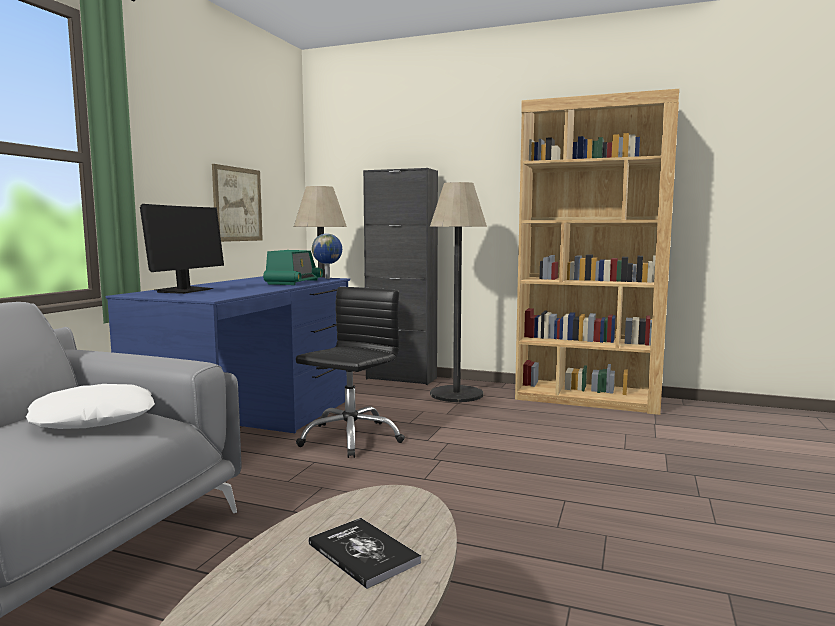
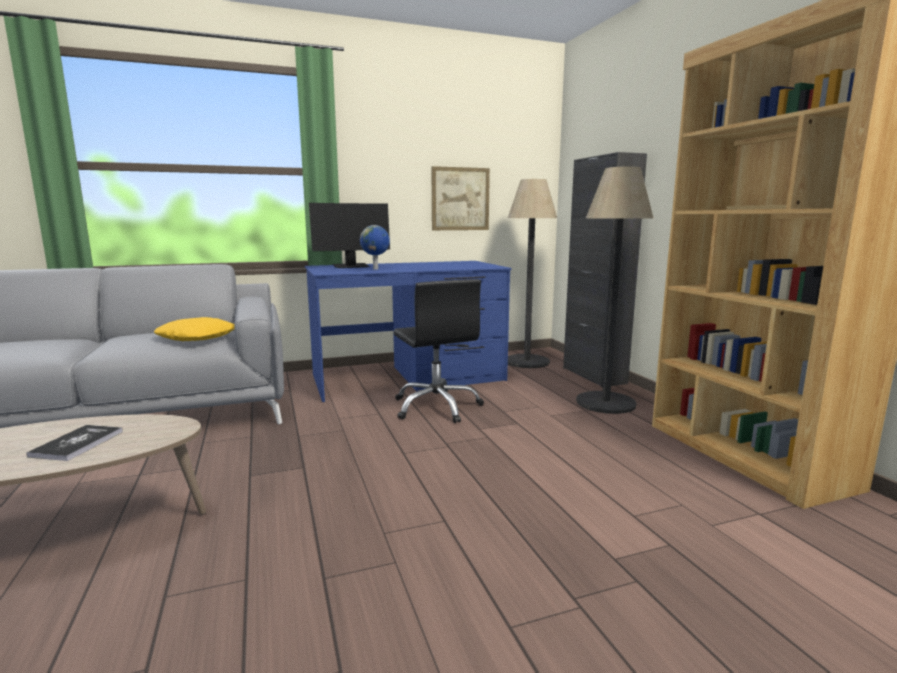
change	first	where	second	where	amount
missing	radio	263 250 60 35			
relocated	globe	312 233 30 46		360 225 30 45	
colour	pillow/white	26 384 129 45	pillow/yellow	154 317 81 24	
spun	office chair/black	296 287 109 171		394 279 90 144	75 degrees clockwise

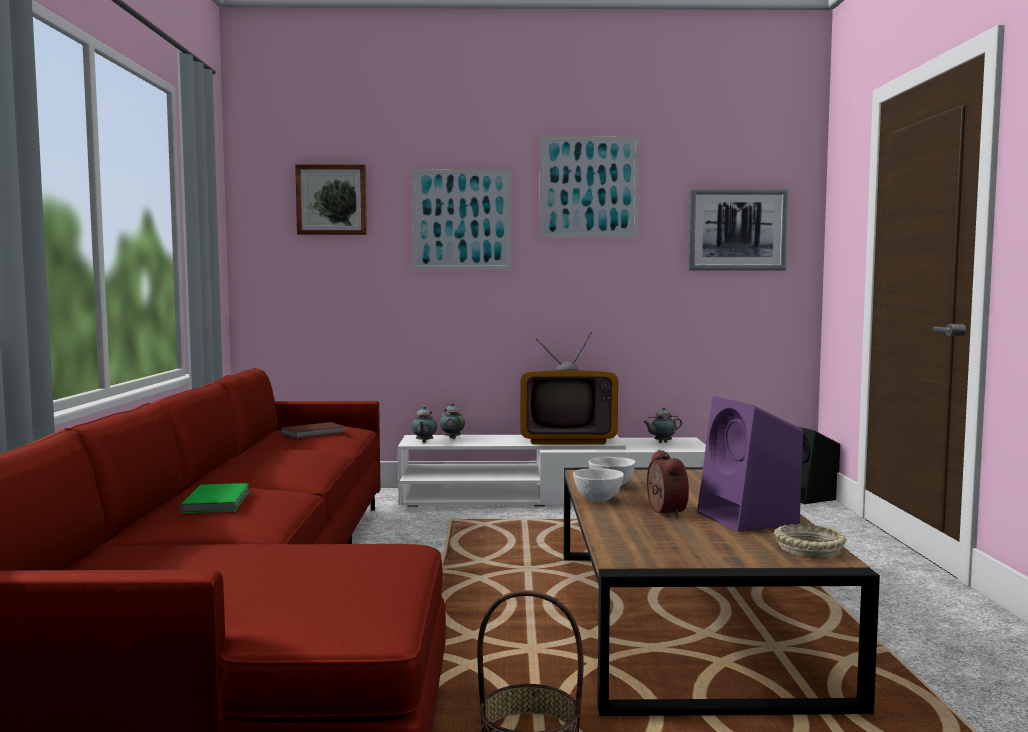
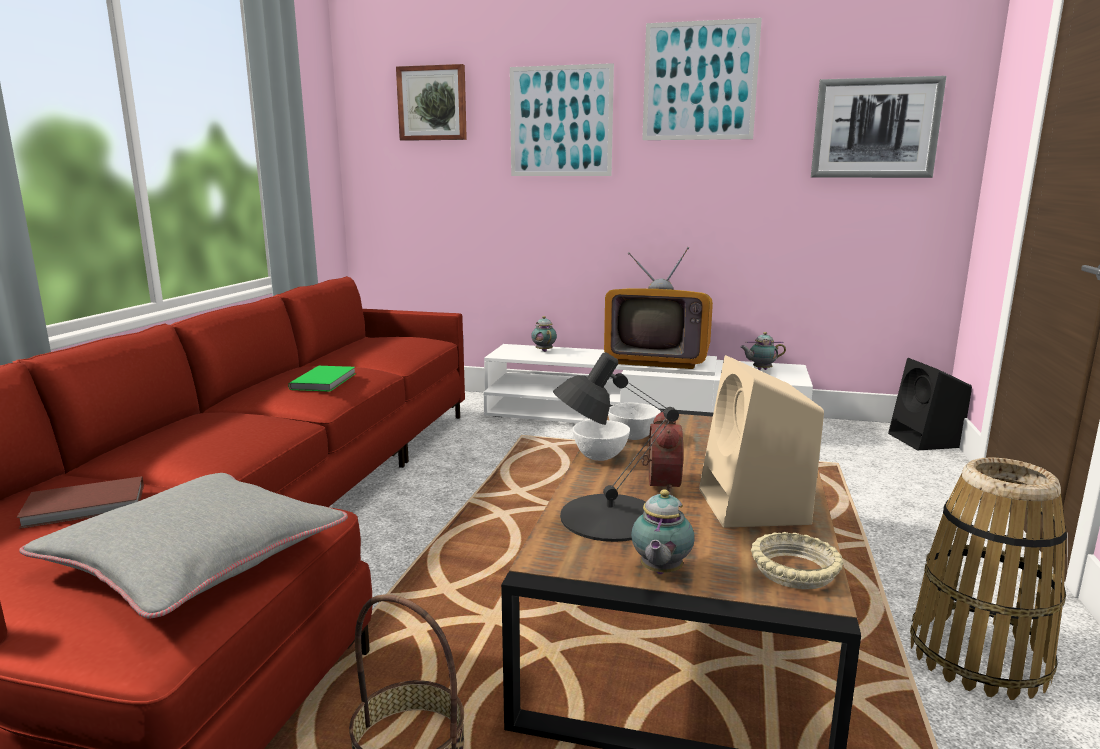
change	first	where	second	where	amount
appeared			pillow/grey	19 473 329 146	
appeared			table lamp/black	553 352 126 190	
appeared			basket	910 457 157 243	
relocated	book/green	179 483 71 30		288 366 68 26	
relocated	book/brown	281 422 65 17		17 476 127 53	
relocated	teapot	411 406 26 37		631 489 64 85	
colour	speaker/purple	697 396 106 136	speaker/beige	699 355 125 173	

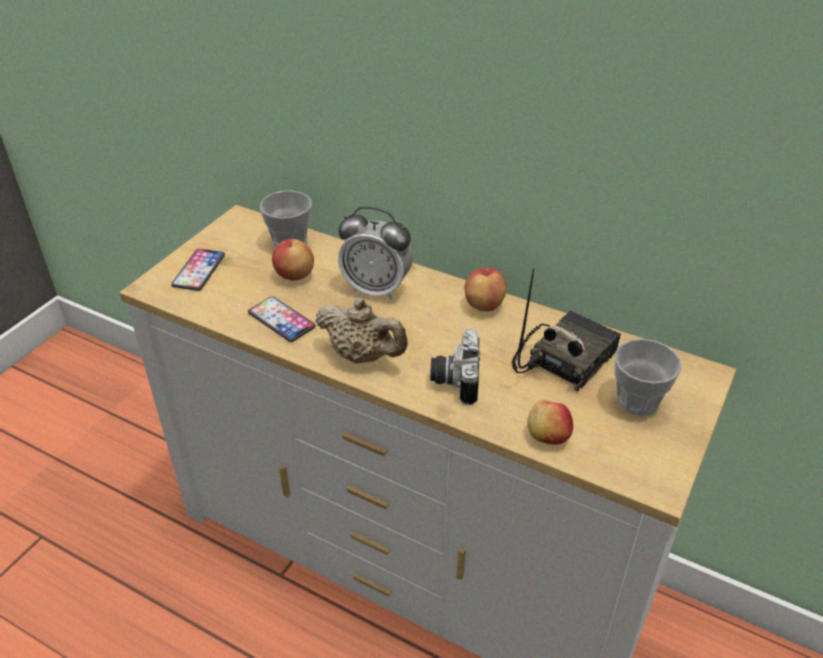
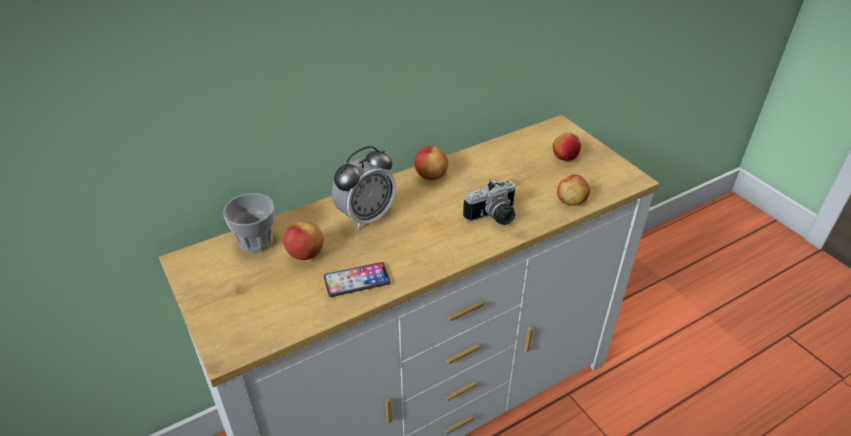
change	first	where	second	where	amount
missing	phone	171 249 54 42			
missing	teapot/beige	316 297 92 67			
missing	radio	512 268 109 123			
exchanged	cup	614 339 67 77	apple	553 132 28 29	
spun	photo camera	430 329 50 76		463 178 53 47	60 degrees counterclockwise

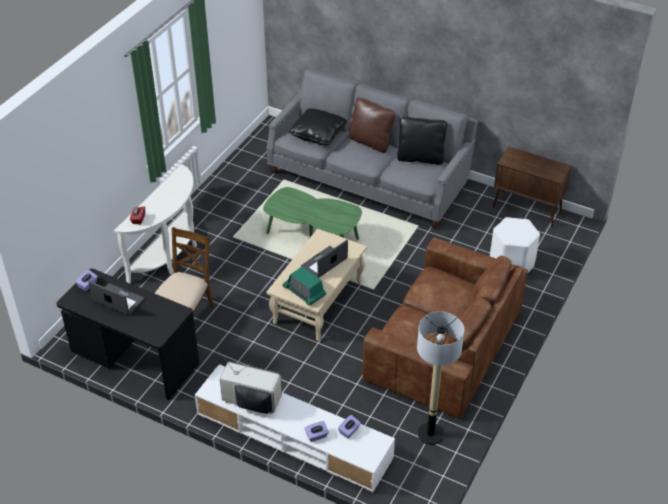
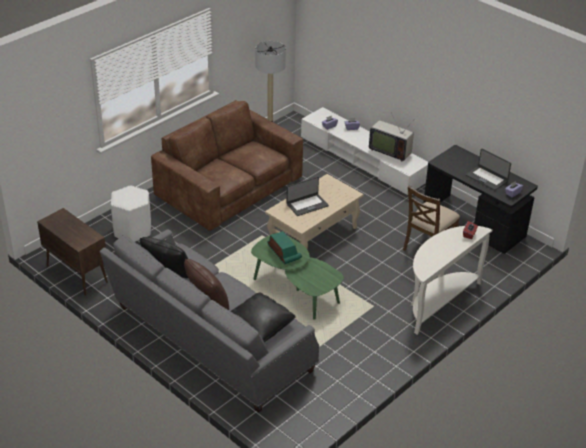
change	first	where	second	where	amount
relocated	radio	283 267 43 39		268 231 34 33	

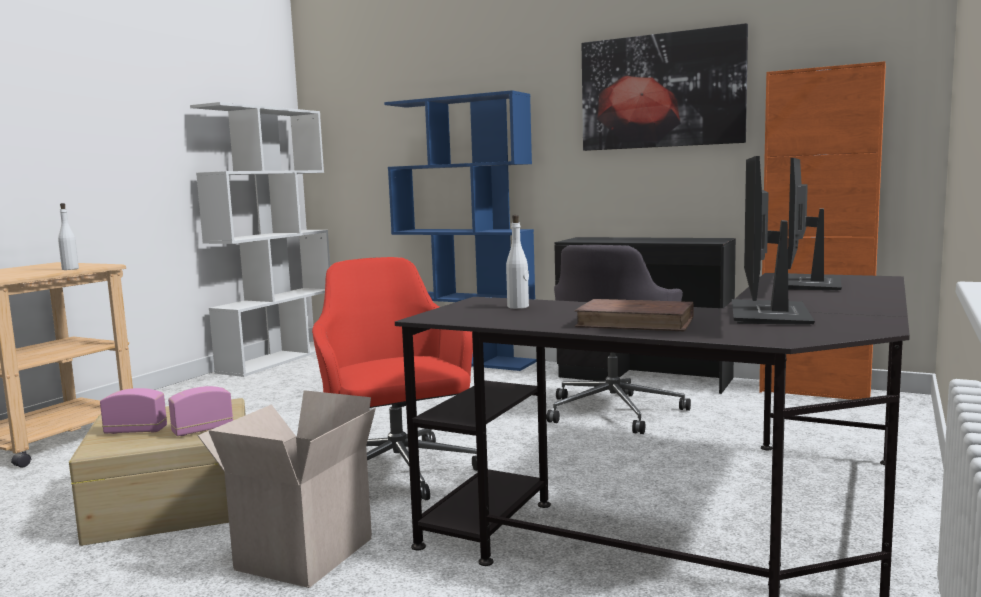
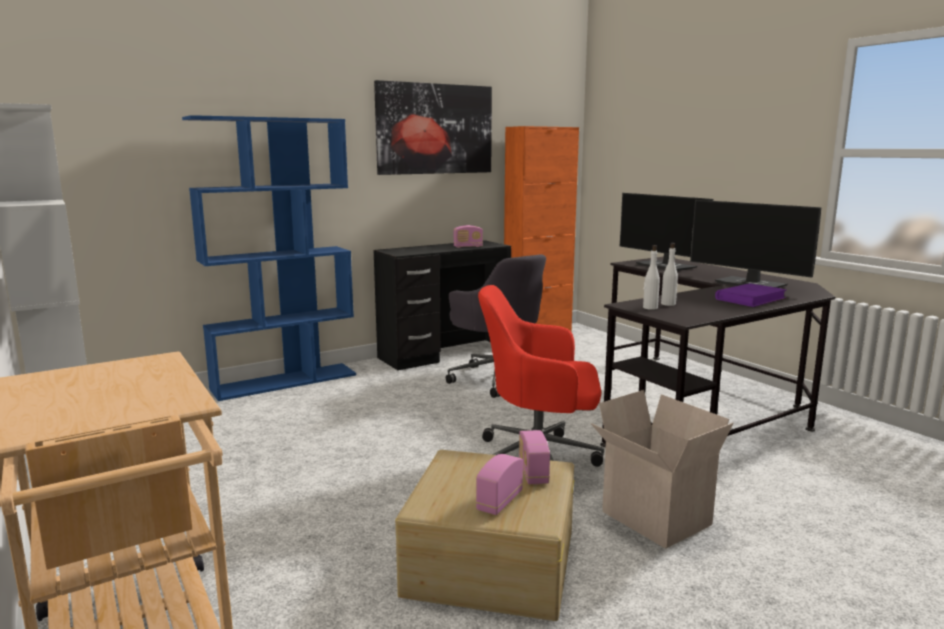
change	first	where	second	where	amount
appeared			radio	453 225 30 23	
relocated	bottle/white	58 203 21 67		643 245 17 65	
colour	book/brown	575 299 119 32	book/purple	715 283 72 24	

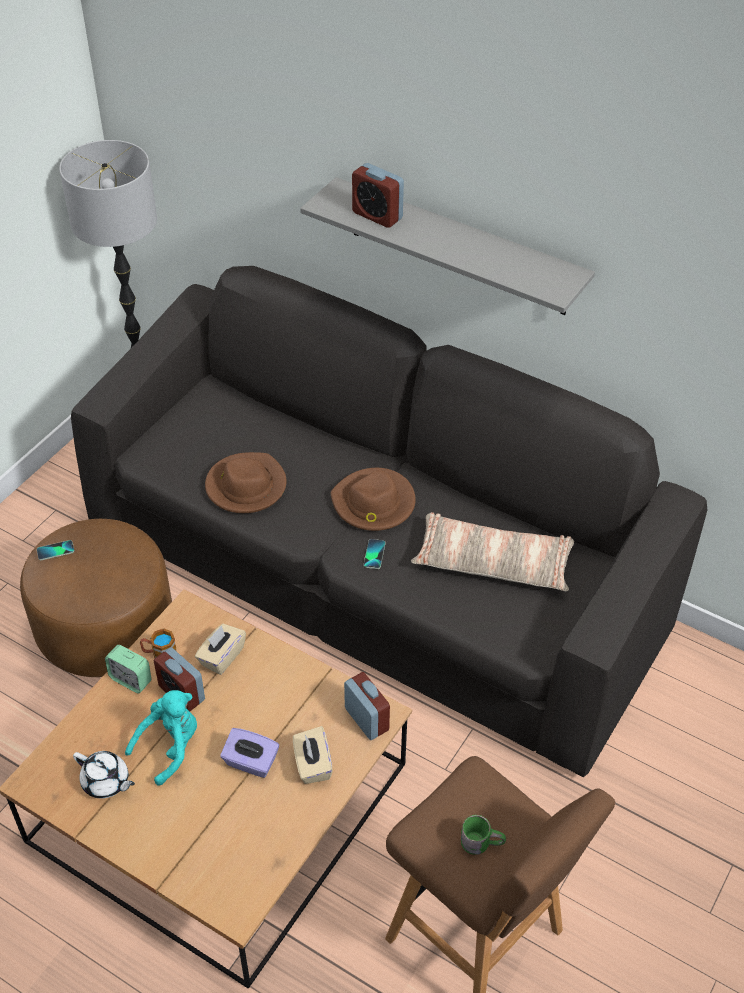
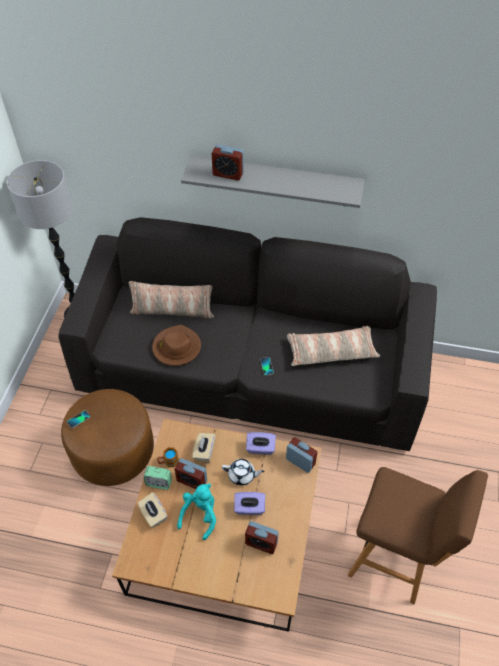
change	first	where	second	where	amount
missing	hat/brown	331 468 85 63			
missing	mug/green	461 815 45 40			
appeared			pillow	129 281 85 38	
appeared			alarm clock	245 521 34 33	
appeared			tissue box/purple	246 432 30 23	
relocated	teapot/white	73 751 62 47		222 459 42 26	
relocated	tissue box/beige	293 726 40 58		138 492 30 36	

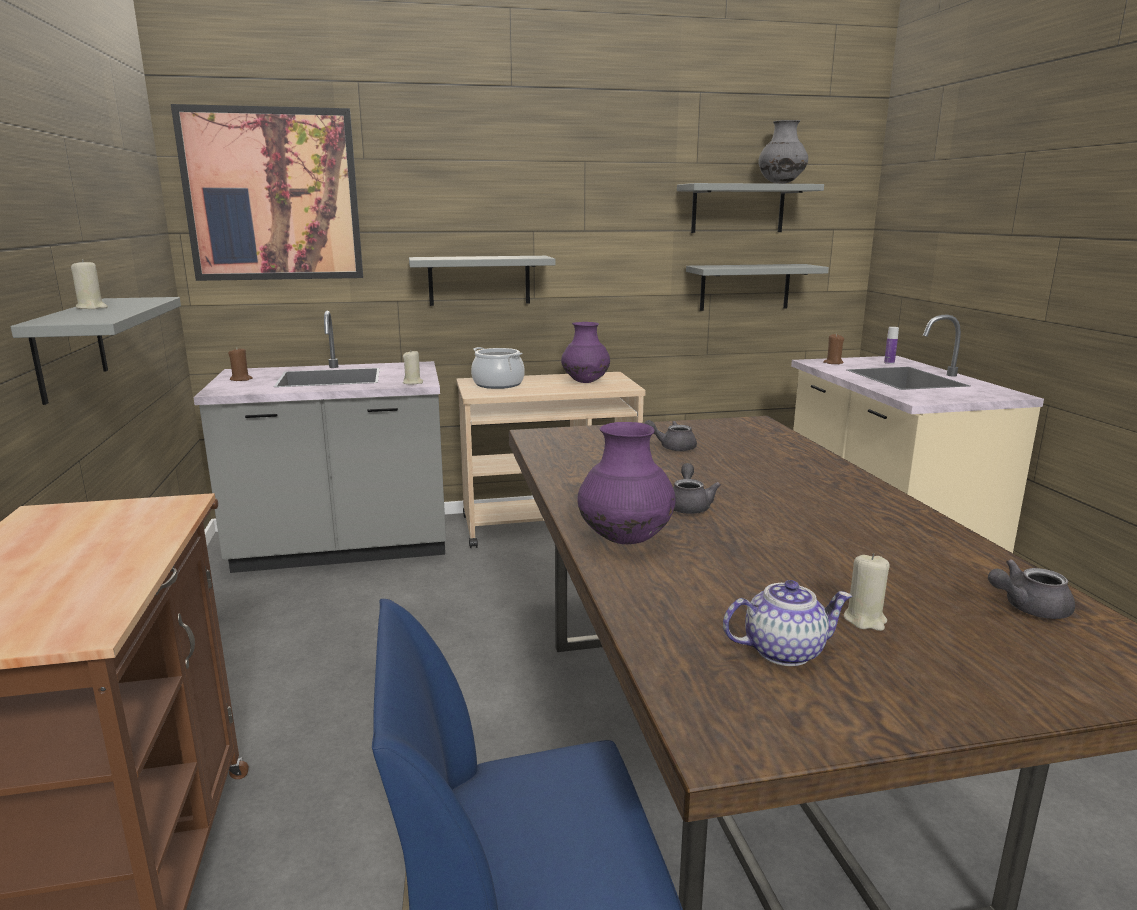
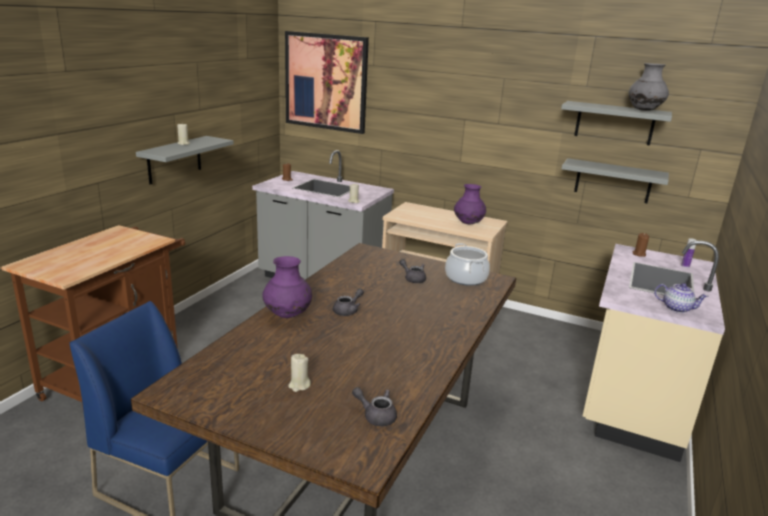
change	first	where	second	where	amount
missing	shelf/grey	409 256 147 50			
relocated	cooking pot	471 347 53 42		445 243 45 43	
relocated	teapot	723 580 130 86		654 283 55 30	

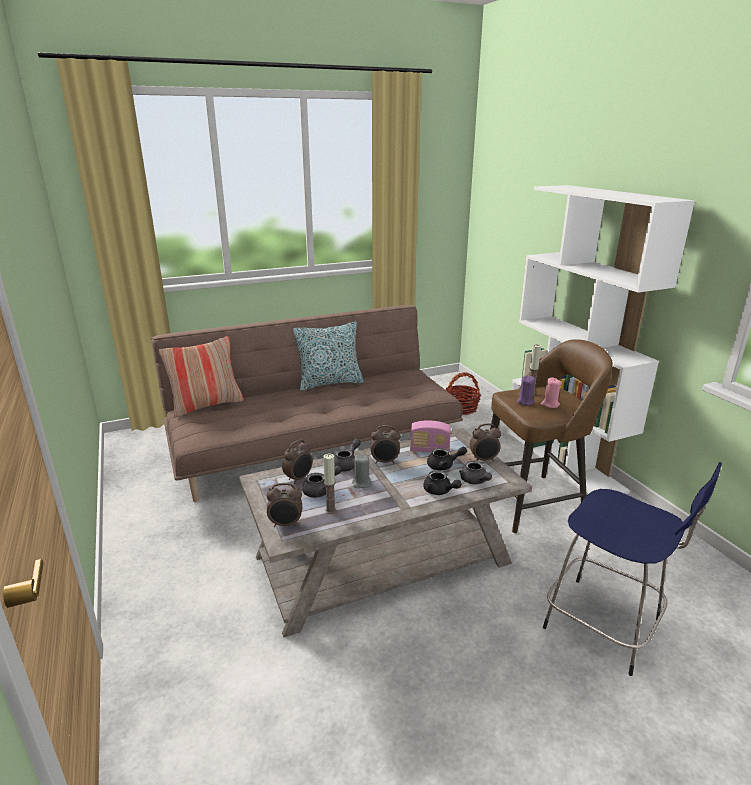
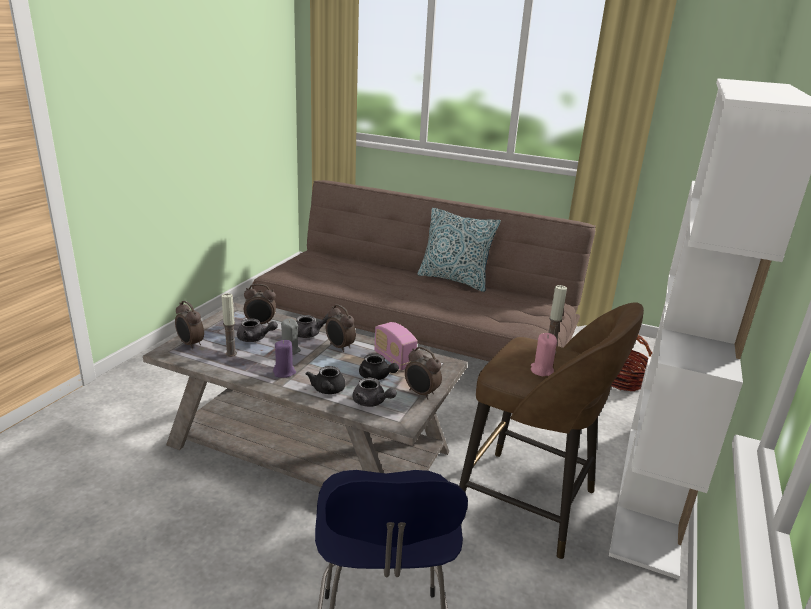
change	first	where	second	where	amount
missing	pillow	159 336 85 82			
relocated	candle/purple	517 376 18 29		273 340 23 38	
spun	teapot/grey	459 461 33 23		353 377 44 30	75 degrees counterclockwise

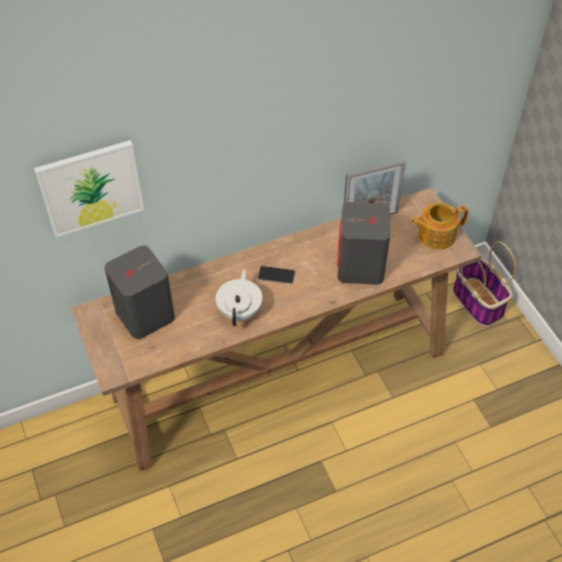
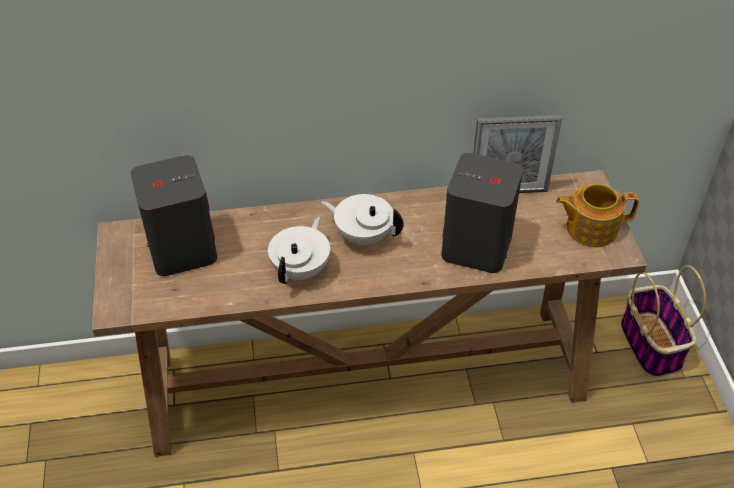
change	first	where	second	where	amount
missing	picture	34 140 110 98			
exchanged	phone	258 266 37 18	teapot/white	321 194 83 52	

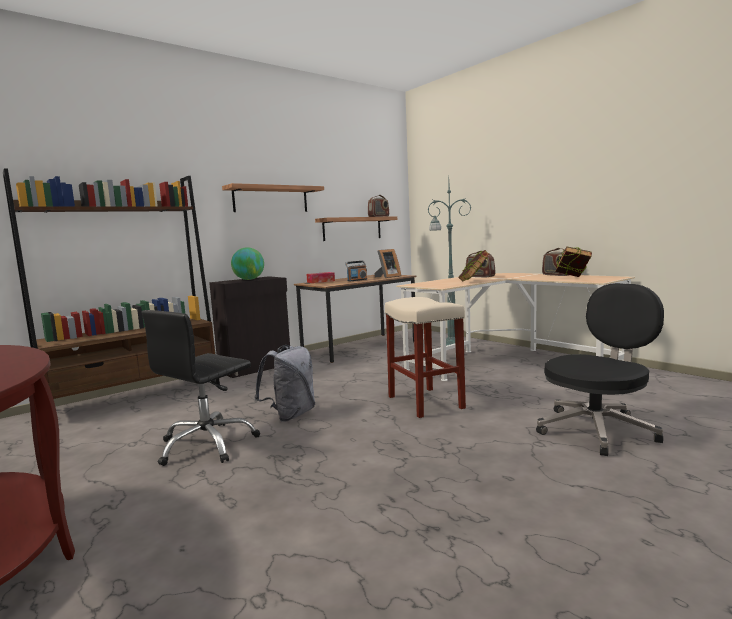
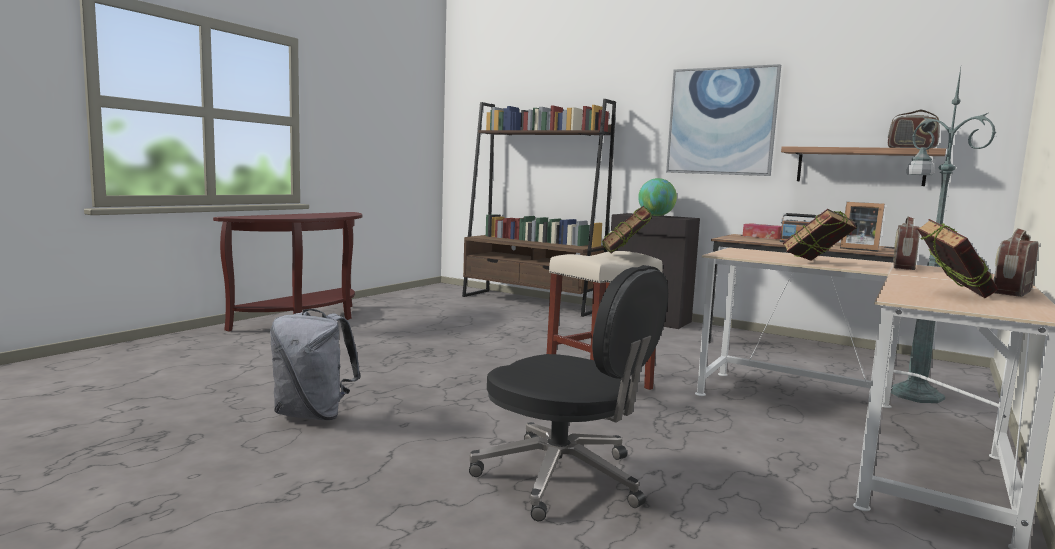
change	first	where	second	where	amount
missing	office chair/black	142 310 118 156			
appeared			book	602 206 49 48	
relocated	backpack/grey	254 345 61 77		270 309 91 111	
exchanged	shelf	222 183 102 29	picture	666 64 115 112	

